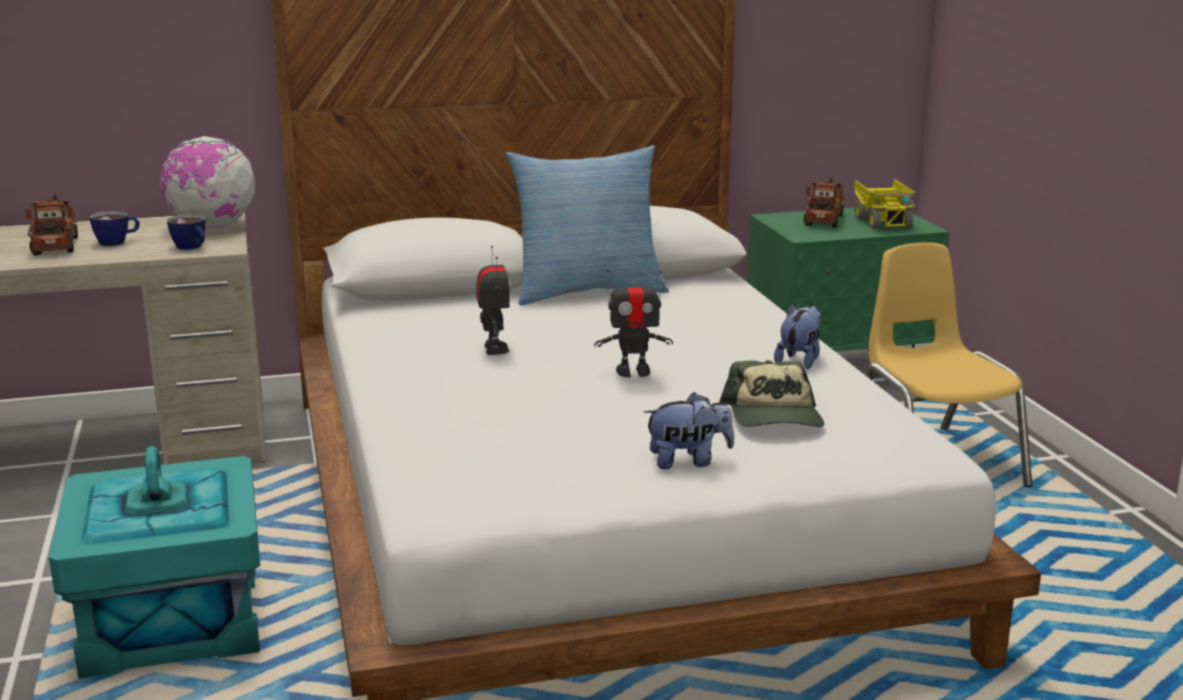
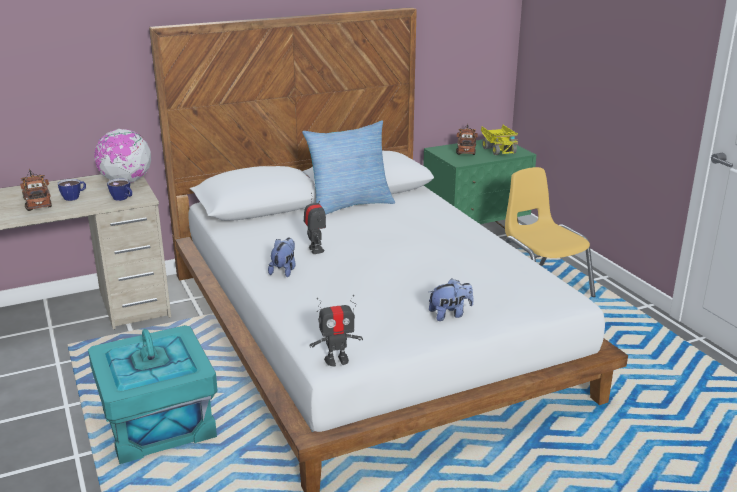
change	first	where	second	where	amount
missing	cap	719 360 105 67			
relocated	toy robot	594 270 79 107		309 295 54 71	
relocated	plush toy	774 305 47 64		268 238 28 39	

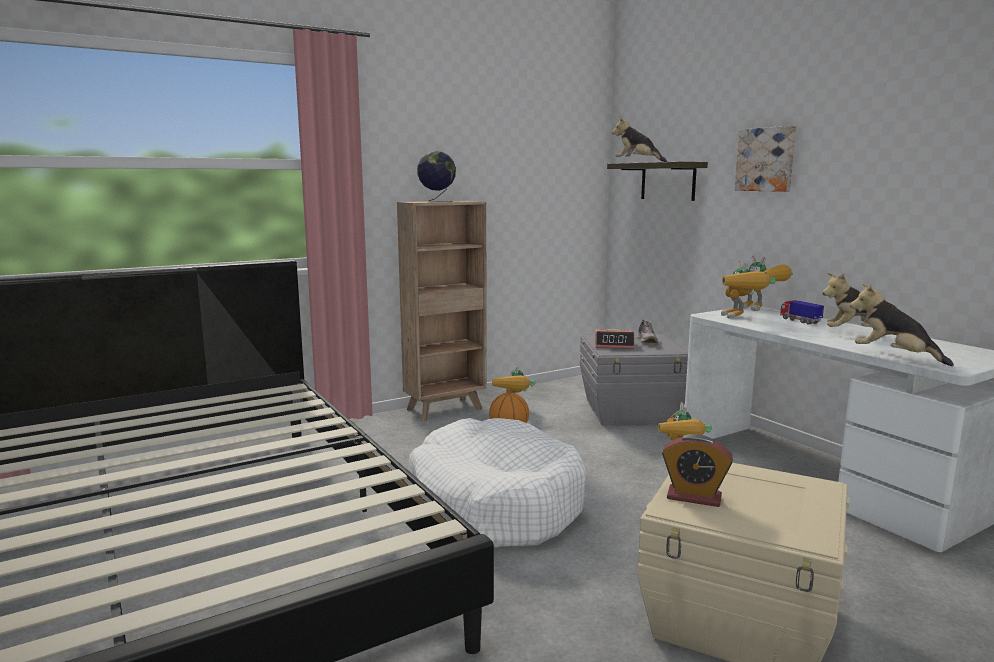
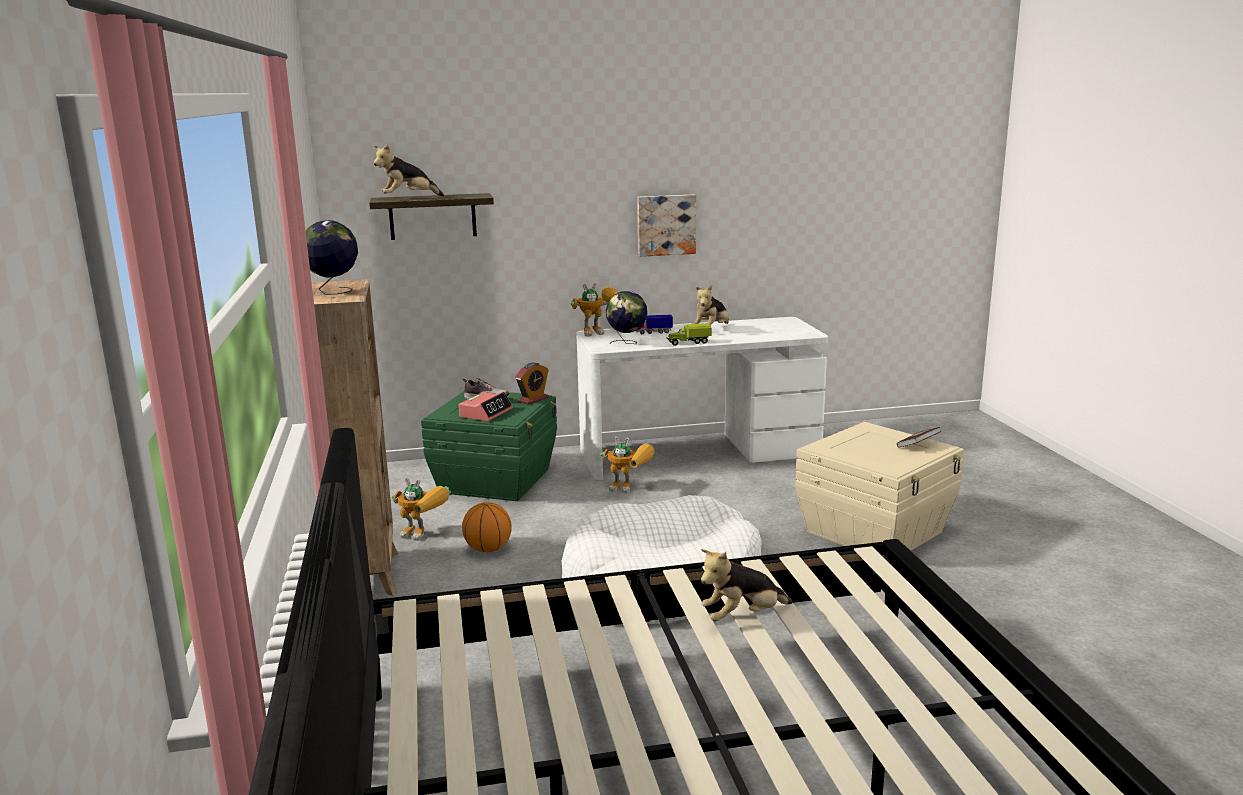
change	first	where	second	where	amount
appeared			toy truck	666 323 46 23	
appeared			book	897 427 45 21	
relocated	alarm clock	662 434 71 73		515 363 34 42	
relocated	picture	734 126 62 66		637 194 59 63	
relocated	plush toy	850 283 104 83		701 549 92 72	
exchanged	toy robot	721 260 54 59	globe	606 291 41 53	
colour	storage box/grey	580 334 108 91	storage box/green	421 391 136 110	

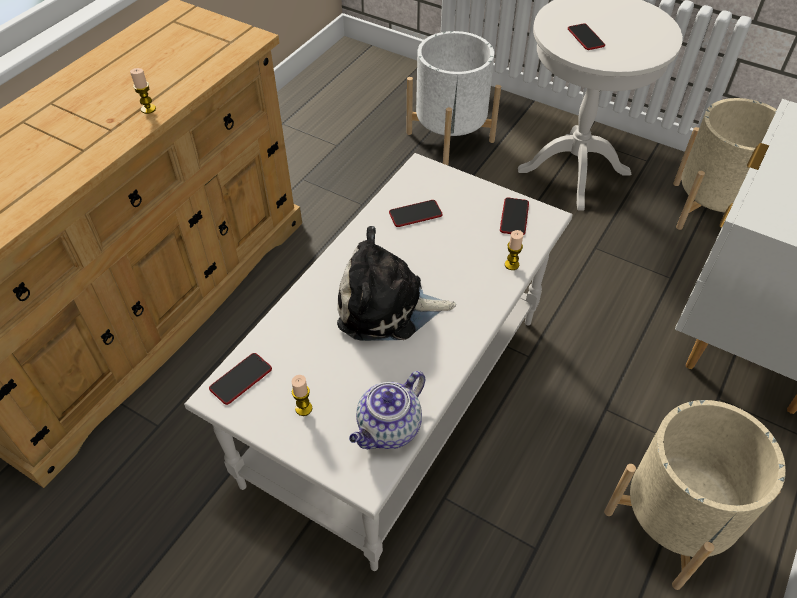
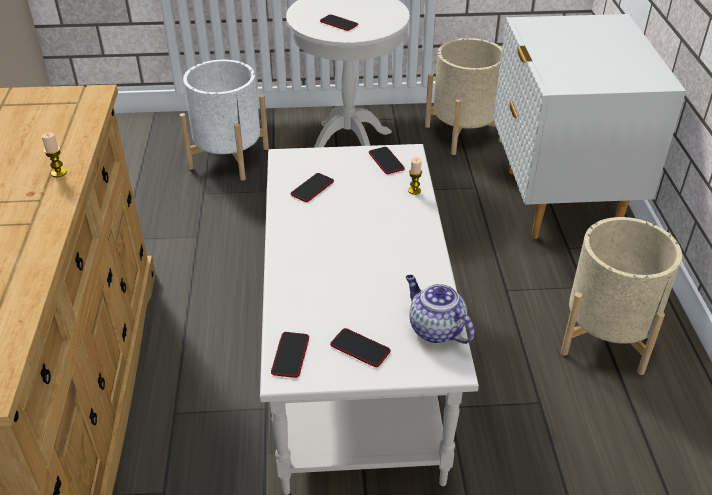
change	first	where	second	where	amount
missing	plush toy	337 226 119 115			
exchanged	candle	291 375 21 41	phone	330 328 61 39	
spun	teapot	349 371 76 78		406 275 69 69	135 degrees clockwise

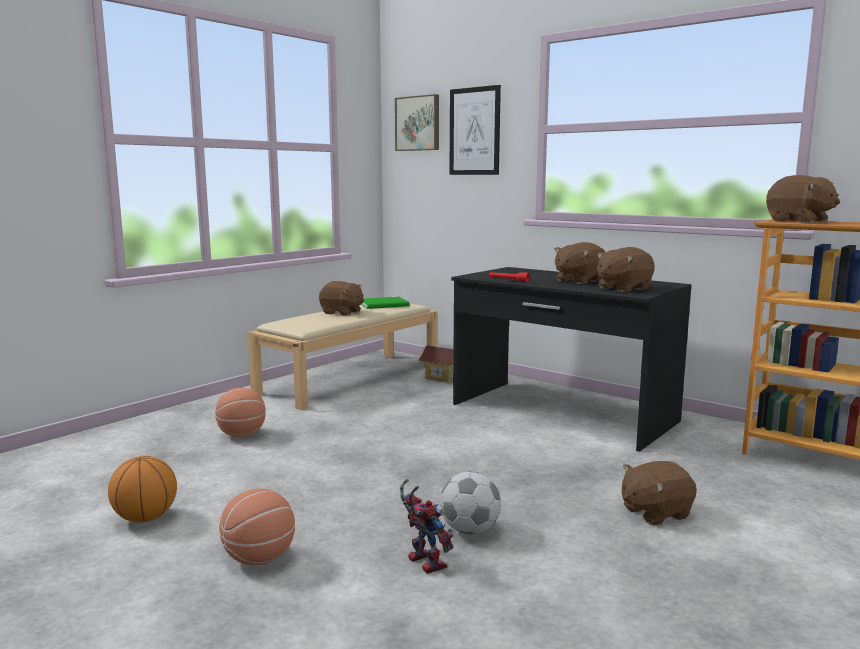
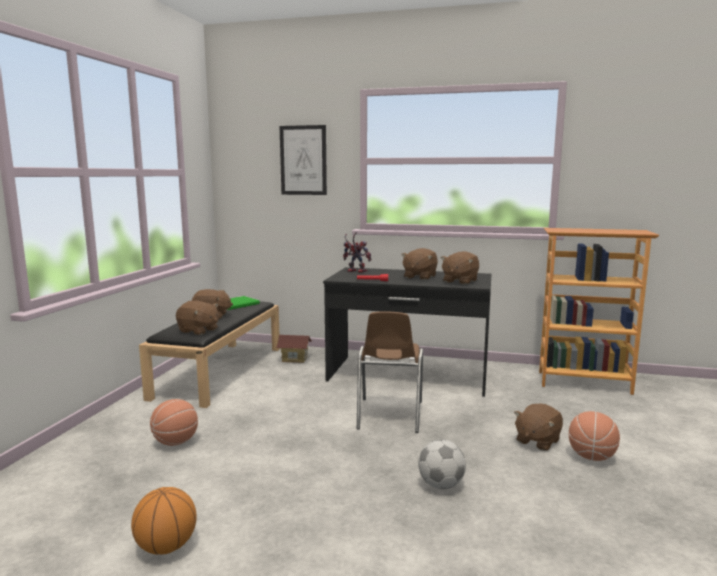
change	first	where	second	where	amount
missing	picture	395 94 44 57			
appeared			chair/brown	357 311 66 122	
relocated	basketball	219 489 76 76		569 411 51 50	
relocated	toy robot	400 479 54 95		343 232 29 41	
relocated	plush toy/brown	766 175 74 48		176 301 43 34	
colour	bench/beige	248 303 189 107	bench/black	139 301 141 107	

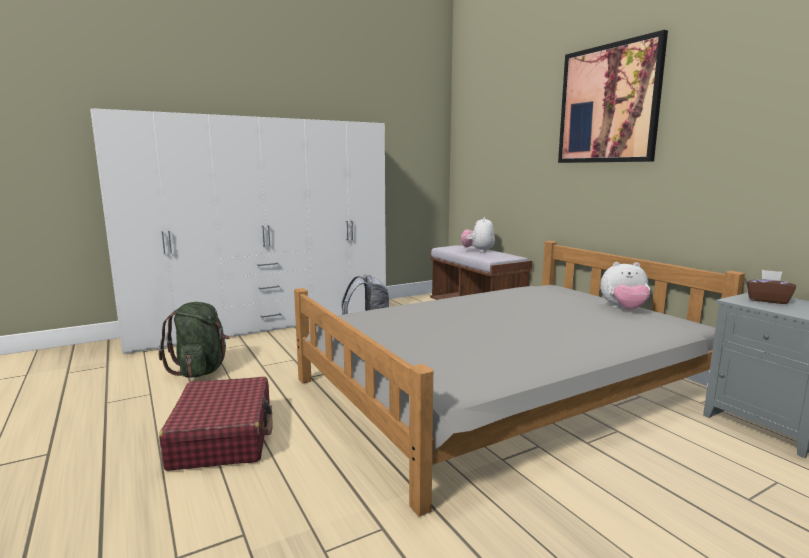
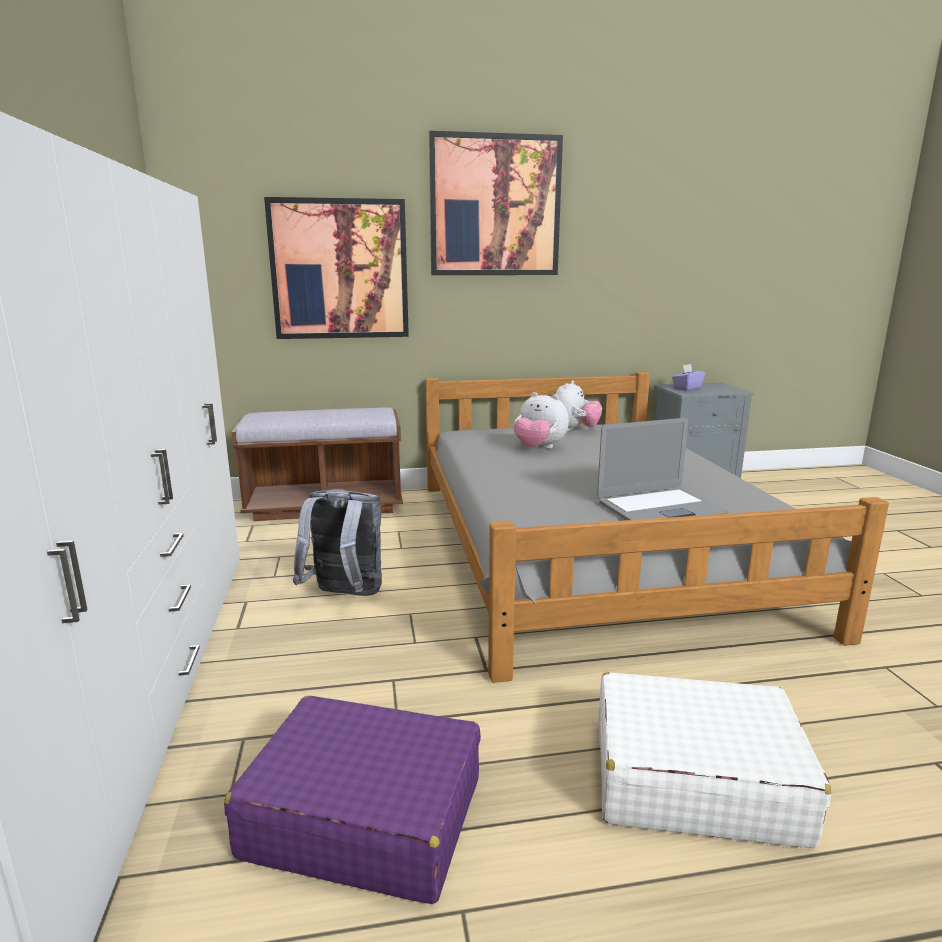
change	first	where	second	where	amount
appeared			picture	264 197 145 142	
appeared			laptop	597 418 132 102	
relocated	plush toy	461 217 34 36		513 392 56 57	
exchanged	backpack/green	159 302 71 76	suitcase/purple	224 696 257 208	
colour	suitcase/red	159 377 114 94	suitcase/white	598 672 233 176	
colour	tissue box/brown	746 270 50 34	tissue box/purple	672 364 33 27	

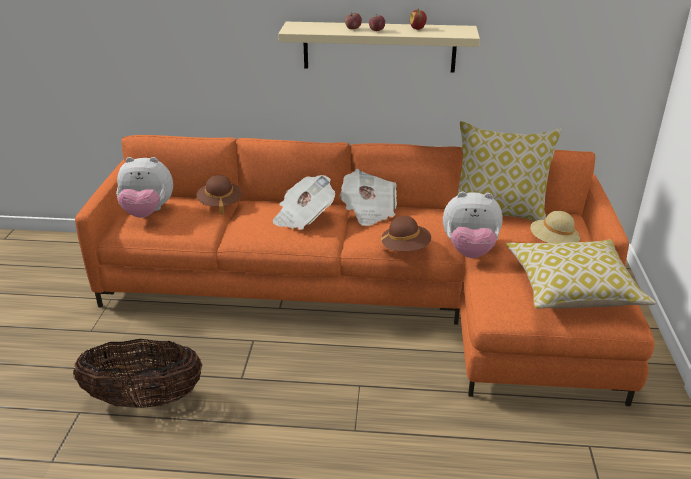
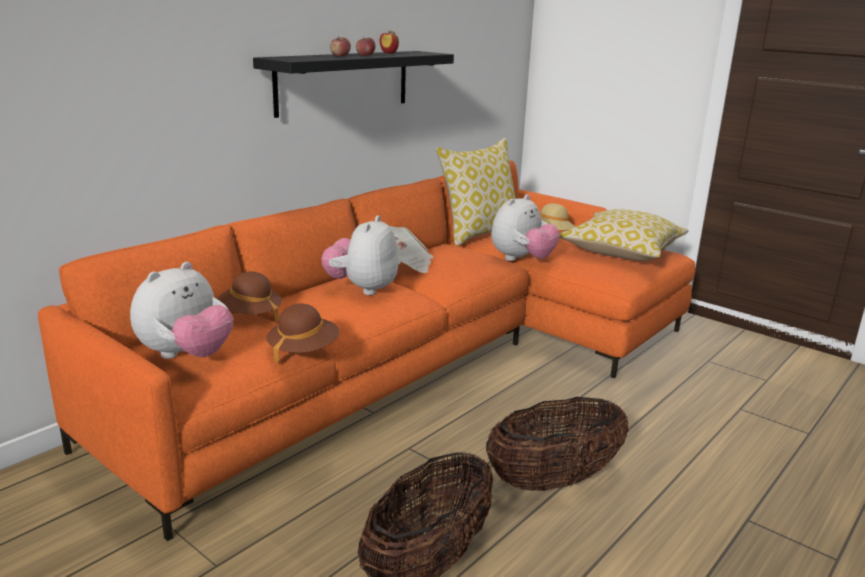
change	first	where	second	where	amount
appeared			basket	486 397 143 94	
relocated	hat/brown	381 216 50 36		266 303 74 60	
exchanged	newspaper	273 175 62 55	plush toy	321 215 77 80	
colour	shelf/beige	278 22 202 51	shelf/black	253 51 201 67	

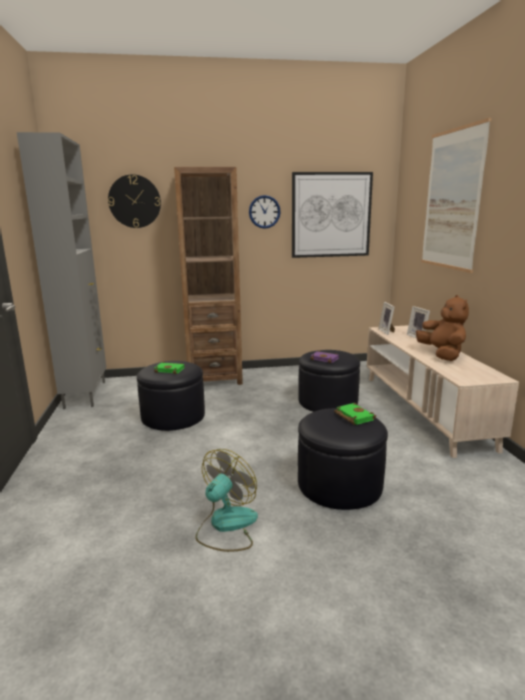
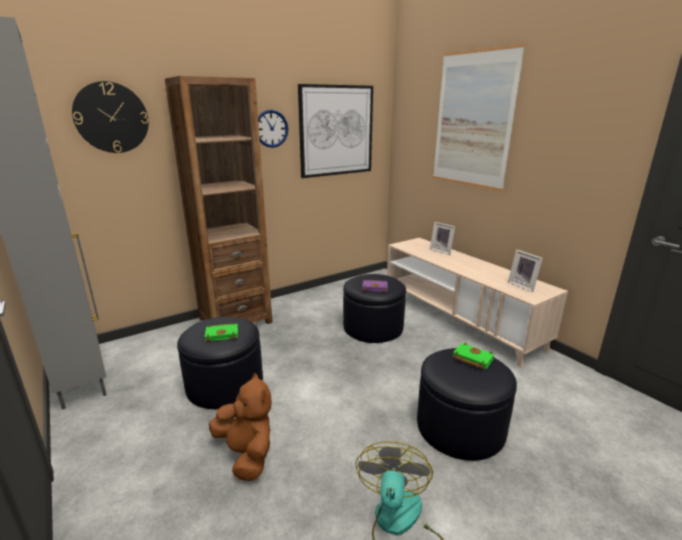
change	first	where	second	where	amount
relocated	picture frame	378 302 17 33		508 250 35 42	
relocated	plush toy/brown	416 295 53 66		209 373 63 108	

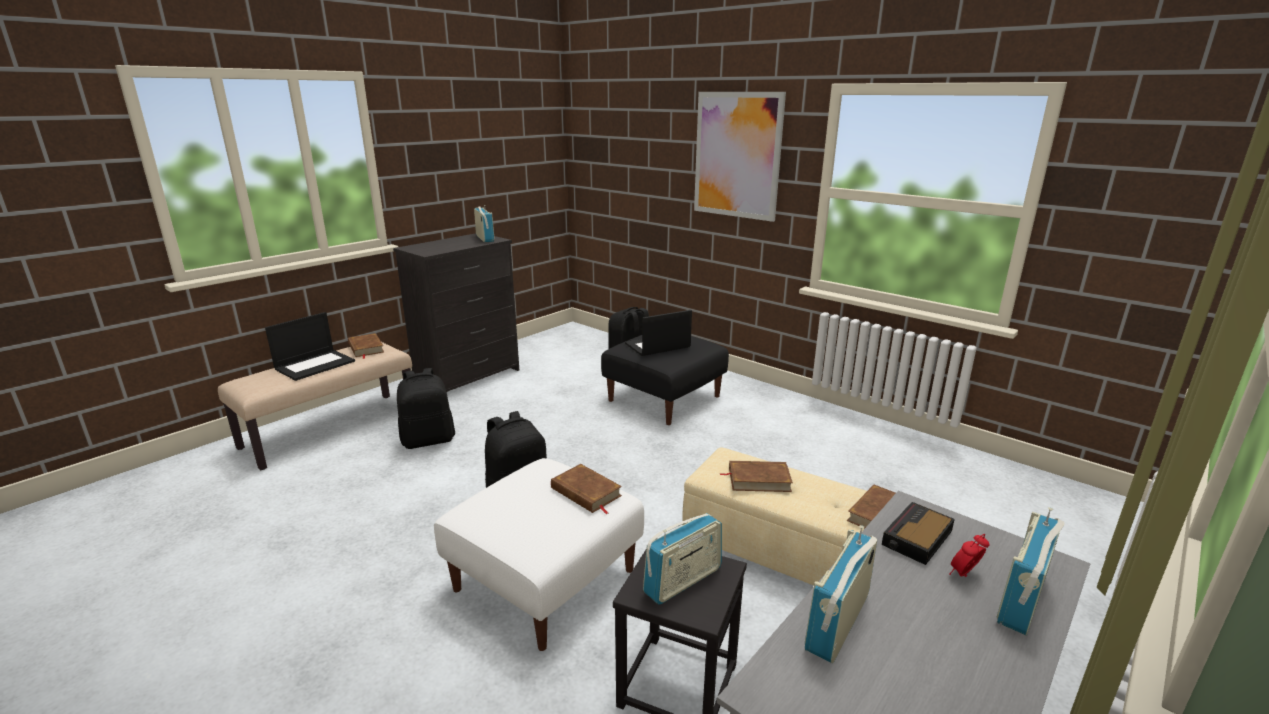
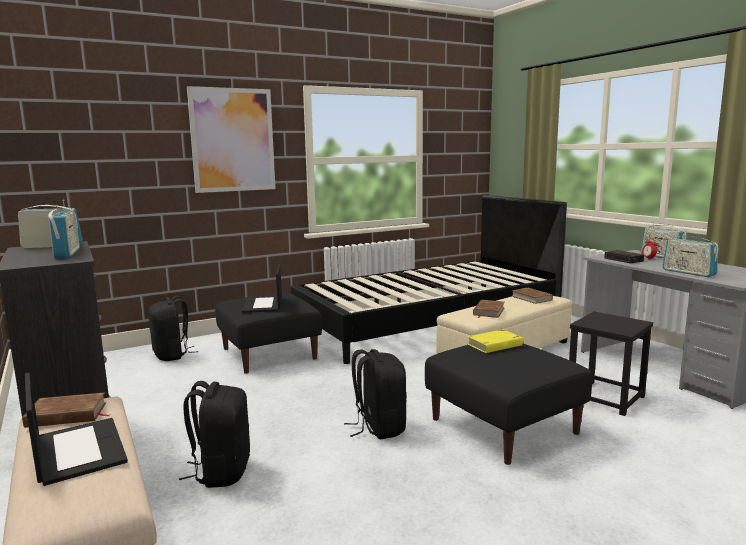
change	first	where	second	where	amount
appeared			bed/black	291 195 276 169	
relocated	radio	643 513 79 91		48 205 32 53	
colour	ottoman/white	434 458 210 193	ottoman/black	425 344 167 121	
colour	book/brown	551 464 71 50	book/yellow	467 329 58 24	

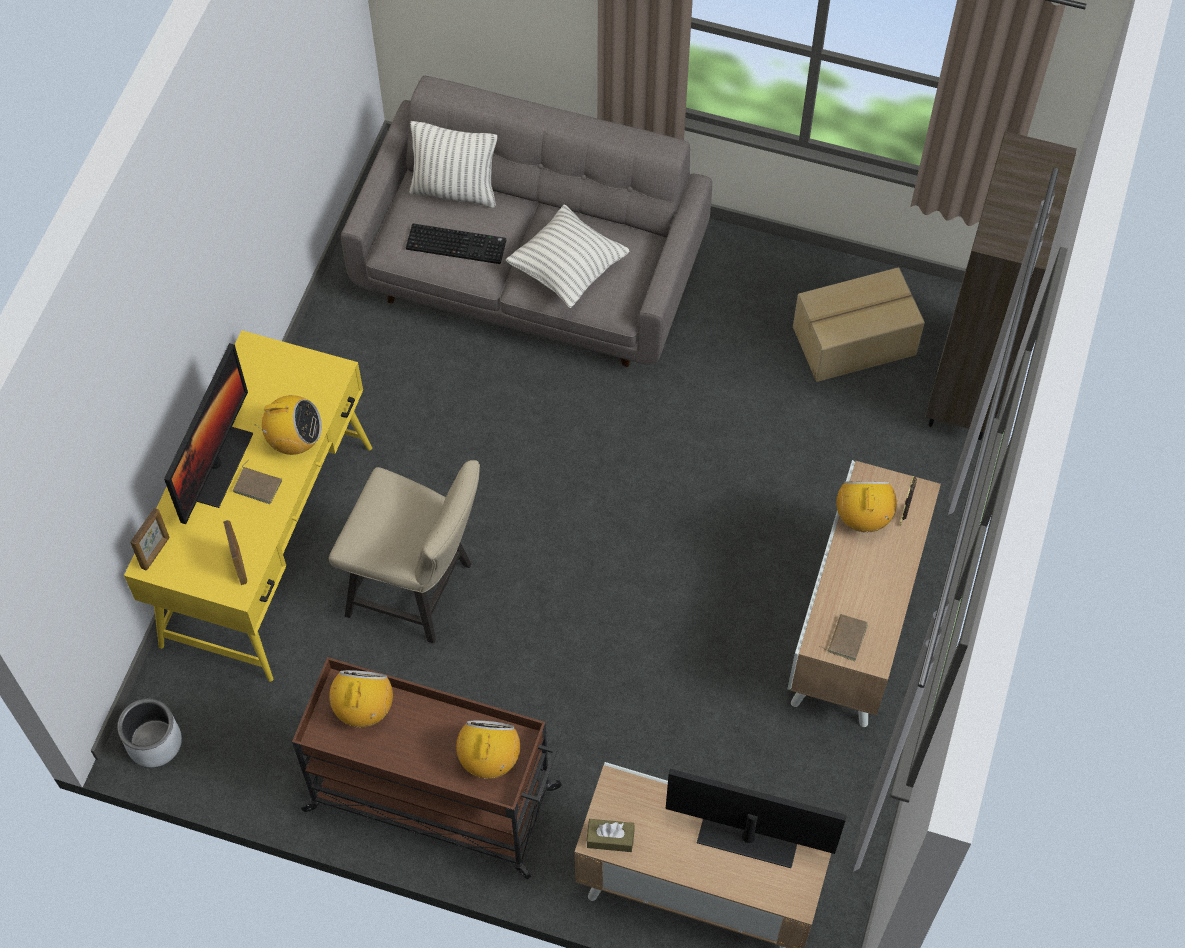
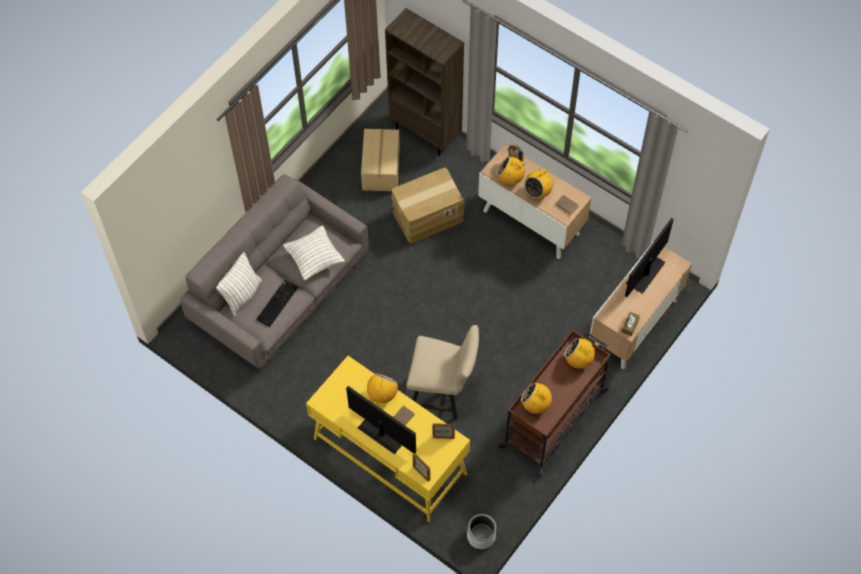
change	first	where	second	where	amount
appeared			cardboard box	391 167 74 77	
appeared			radio	525 164 28 35	
spun	chair/beige	329 460 151 183		406 325 73 95	60 degrees clockwise

